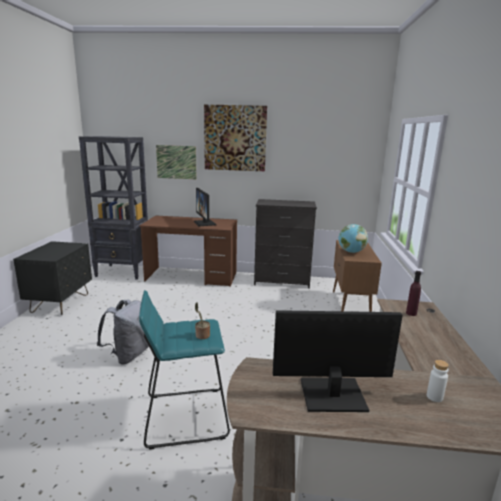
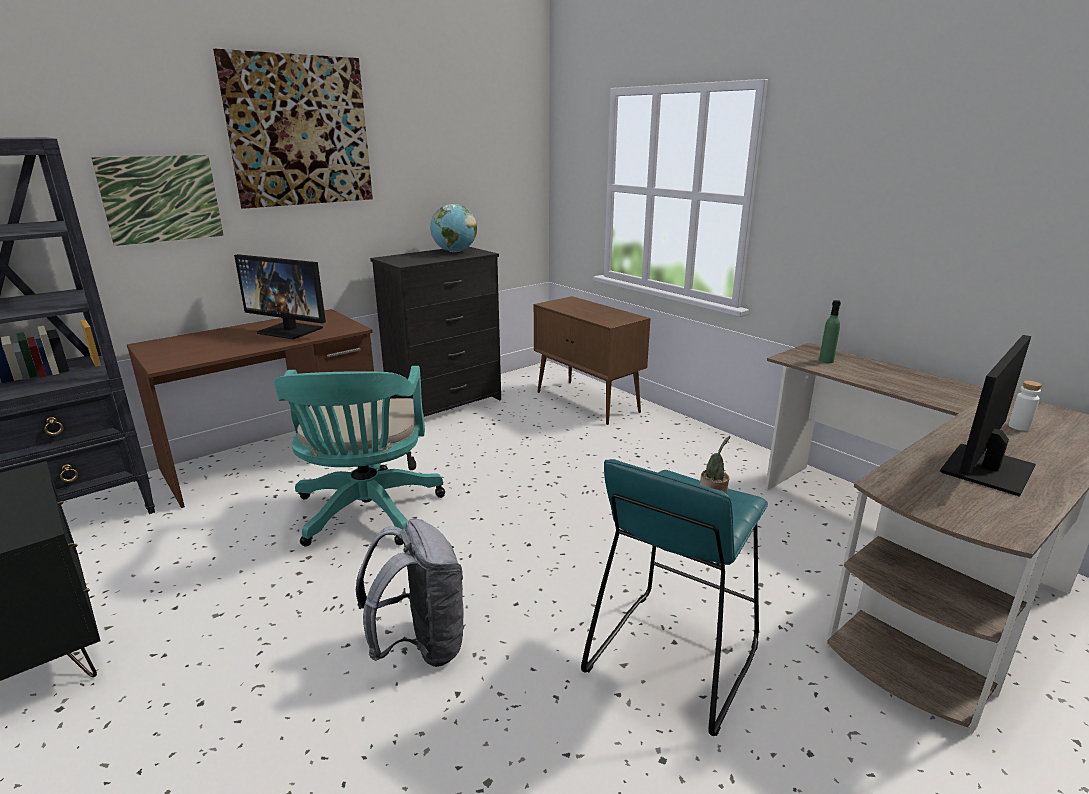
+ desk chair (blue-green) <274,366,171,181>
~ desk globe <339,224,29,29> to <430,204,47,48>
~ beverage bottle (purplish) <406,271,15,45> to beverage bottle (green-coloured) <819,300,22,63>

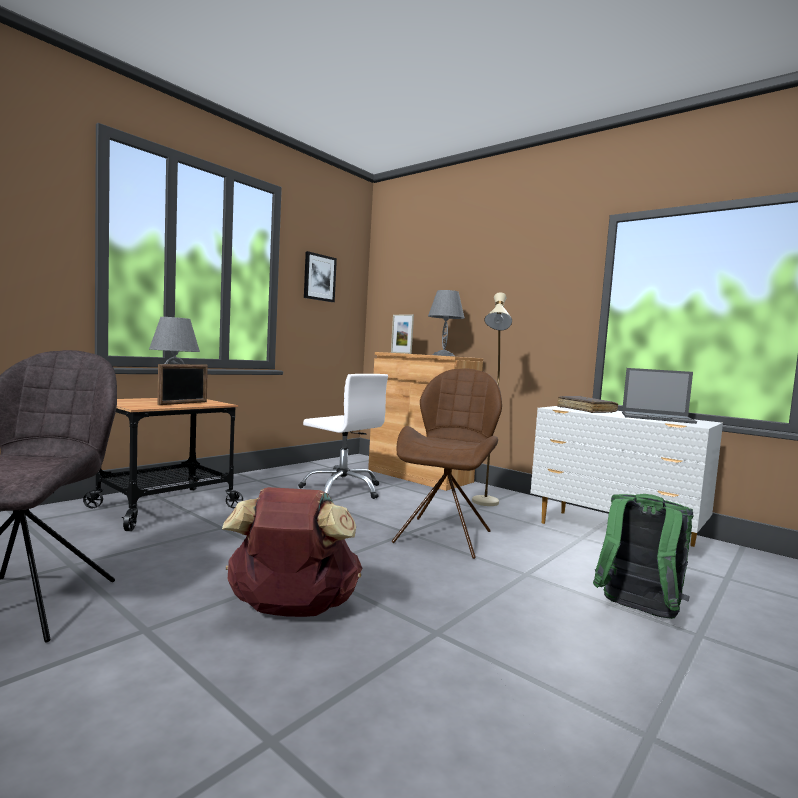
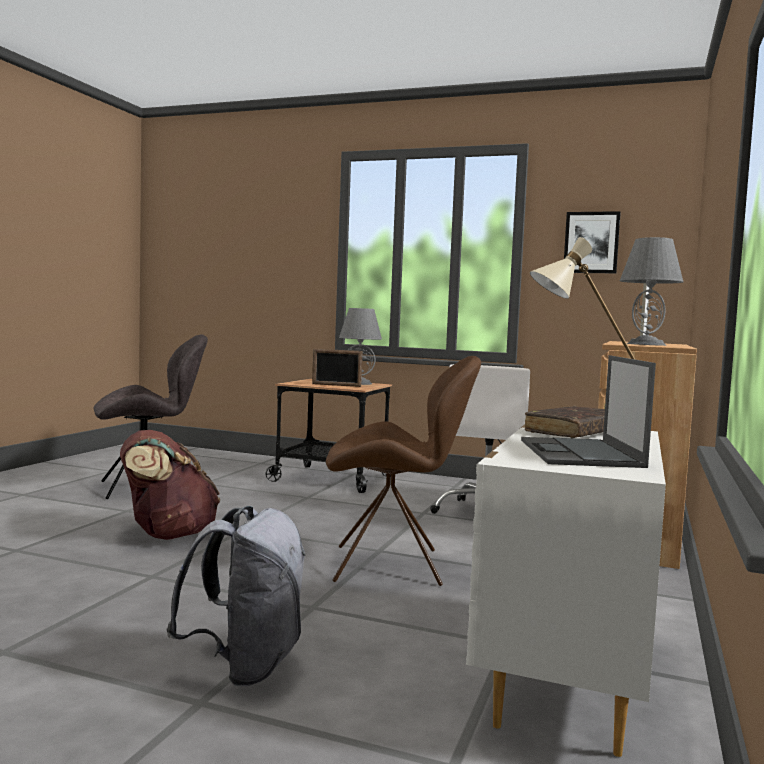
~ backpack (green-coloured) <593,494,101,125> to backpack (greyish) <166,506,139,181>

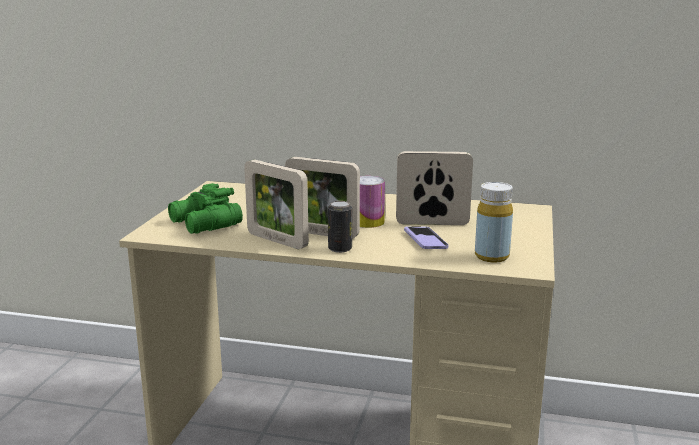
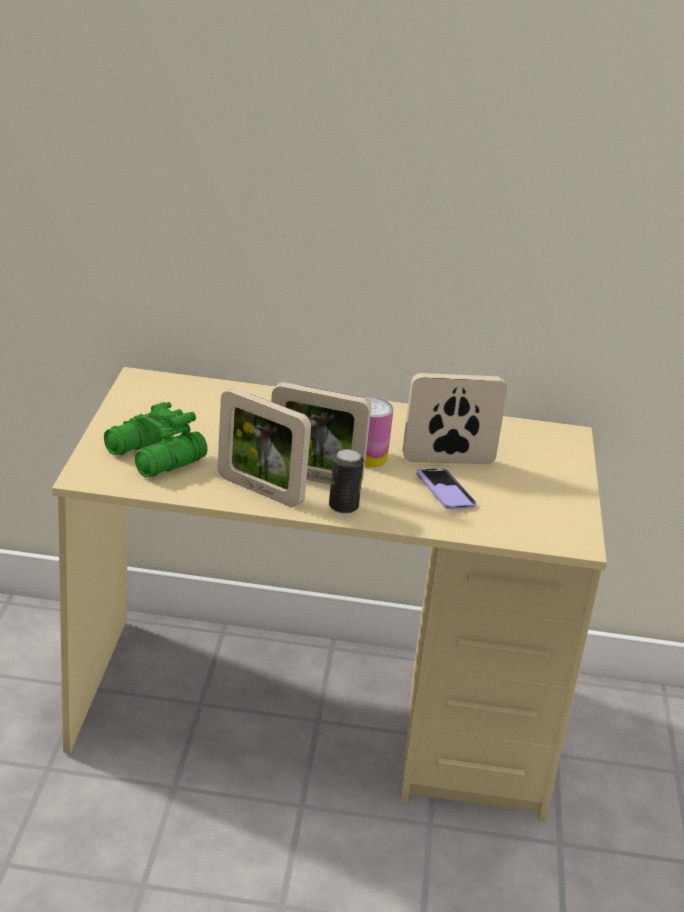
- beverage bottle (yellowish) <475,182,38,81>

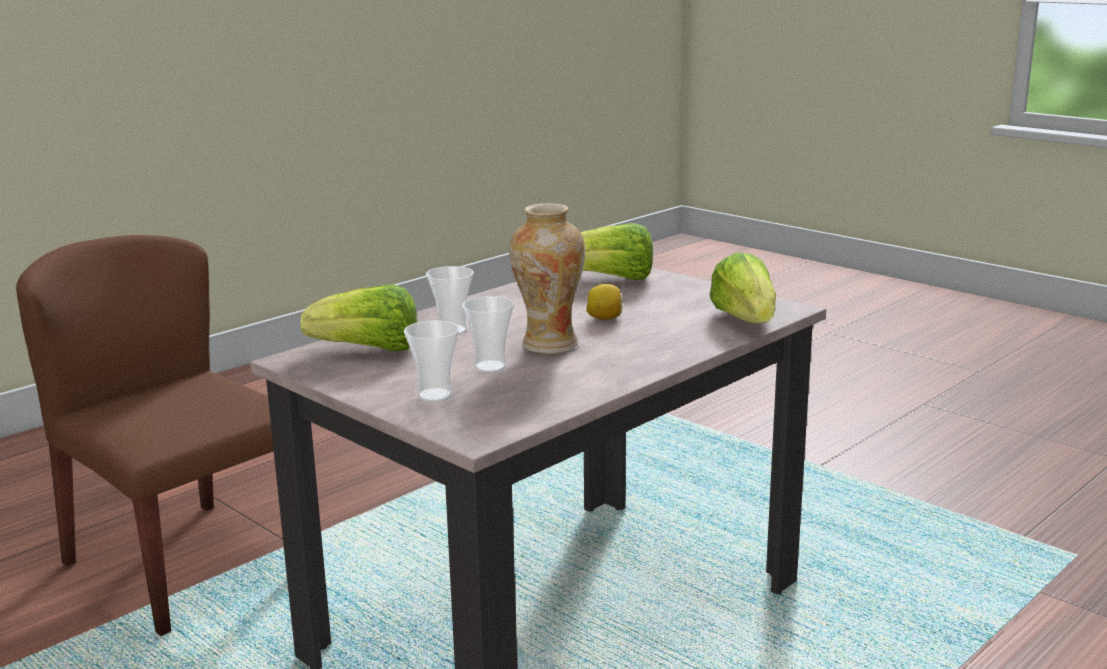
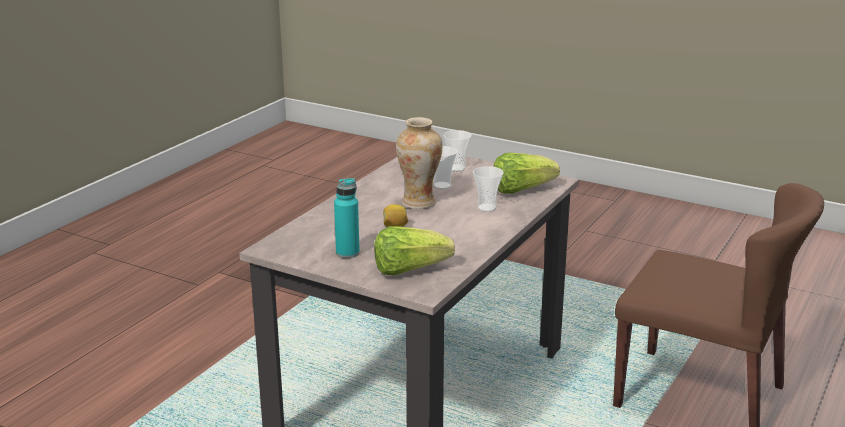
- lettuce <710,252,66,71>
+ beverage bottle (blue-green) <334,178,26,80>

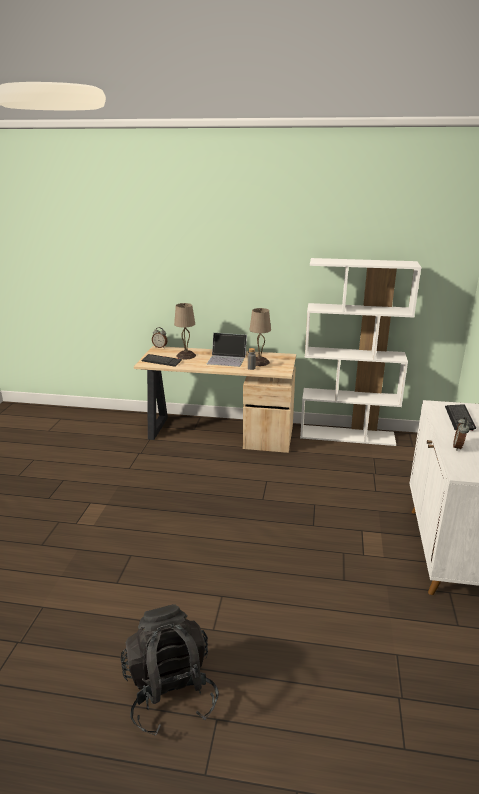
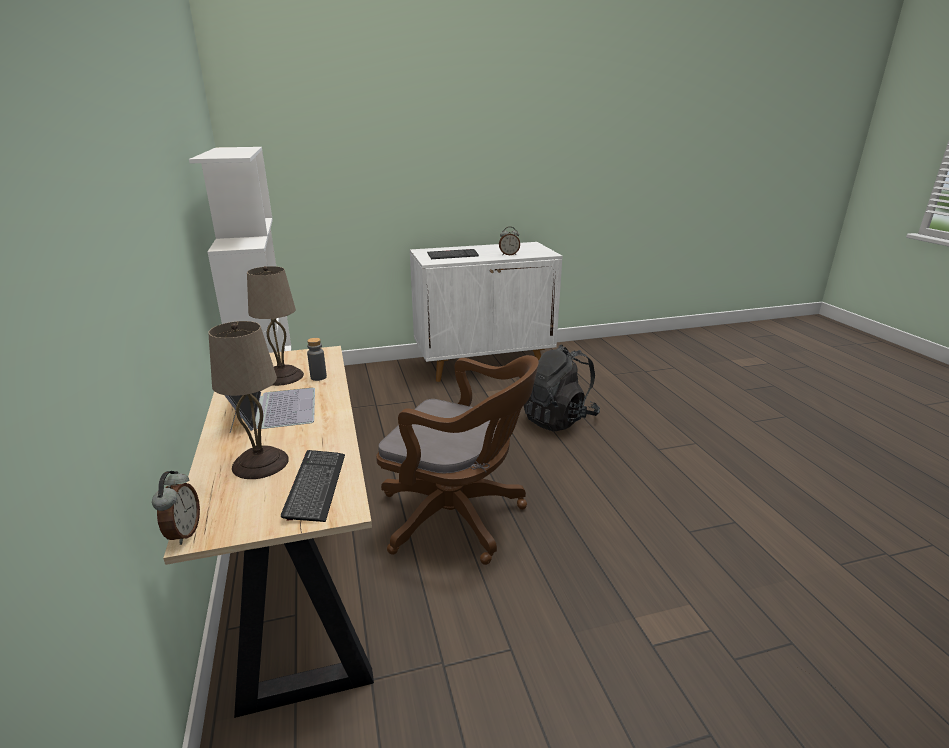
+ desk chair (brown) <376,355,163,210>
~ backpack (black-coloured) <121,604,98,132> to <524,345,76,86>

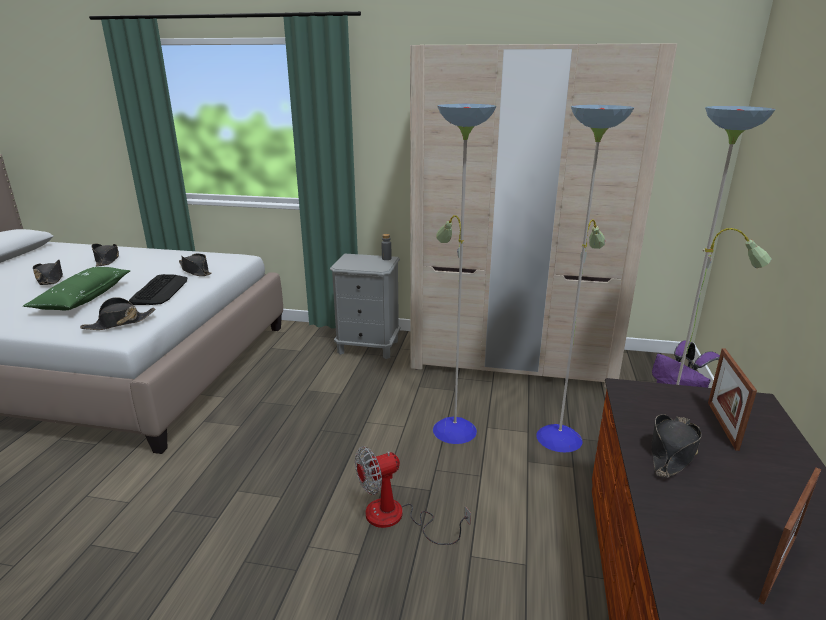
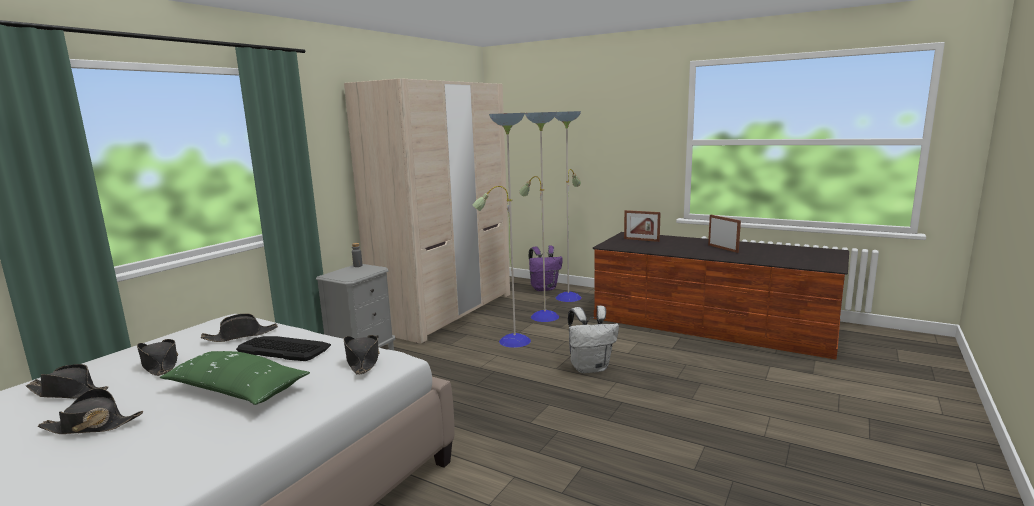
~ wearable hat (black-coloured) <651,414,51,64> to <137,339,41,37>
~ fan <355,446,116,99> to backpack (whitish) <568,305,51,69>

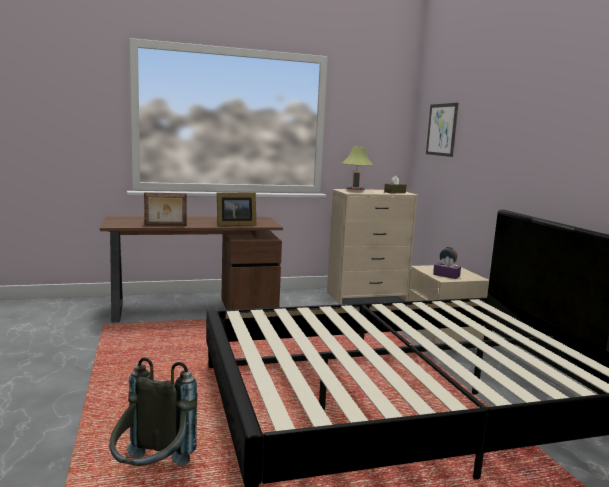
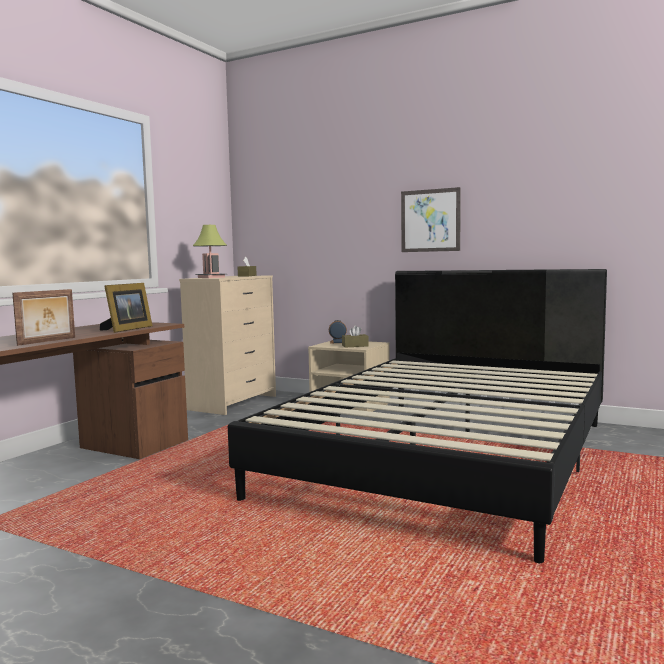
- backpack (greyish) <109,357,88,109>
~ wall picture <426,103,32,54> to <401,187,60,65>
~ tissue holder (purplish) <433,256,28,23> to tissue holder (brown) <342,326,27,22>

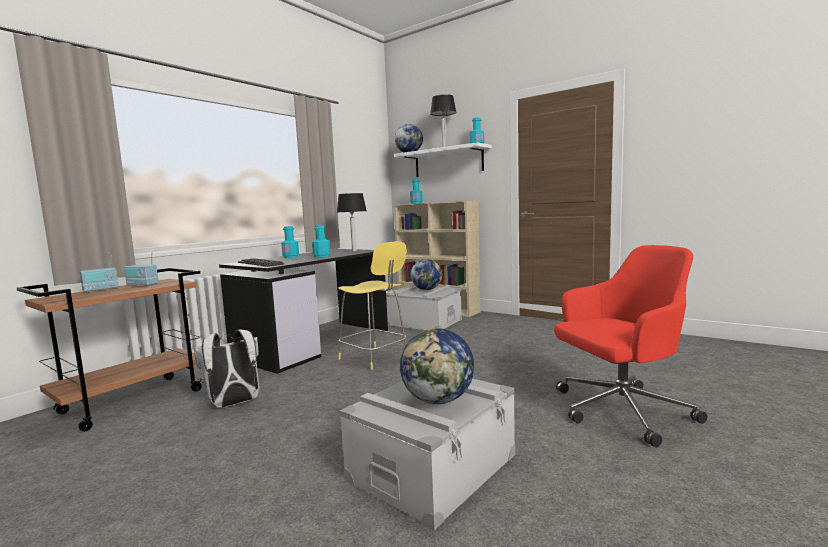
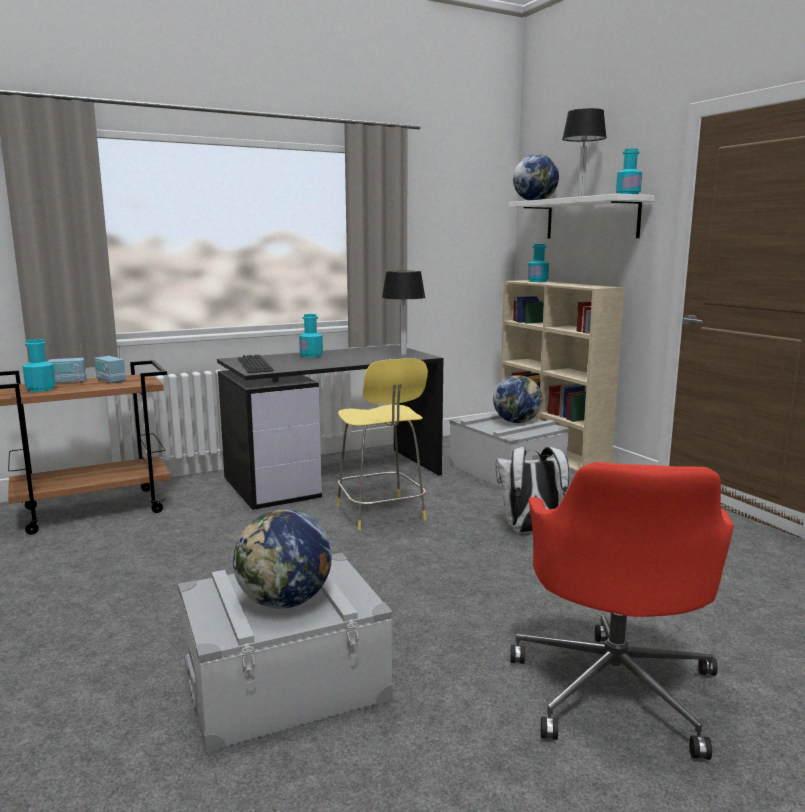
~ backpack (whitish) <194,330,65,78> to <496,447,73,86>
~ beverage bottle (blue-green) <312,225,19,32> to <23,339,33,53>
~ desk chair (red) <554,245,153,202> = <510,462,224,298> 90 degrees clockwise

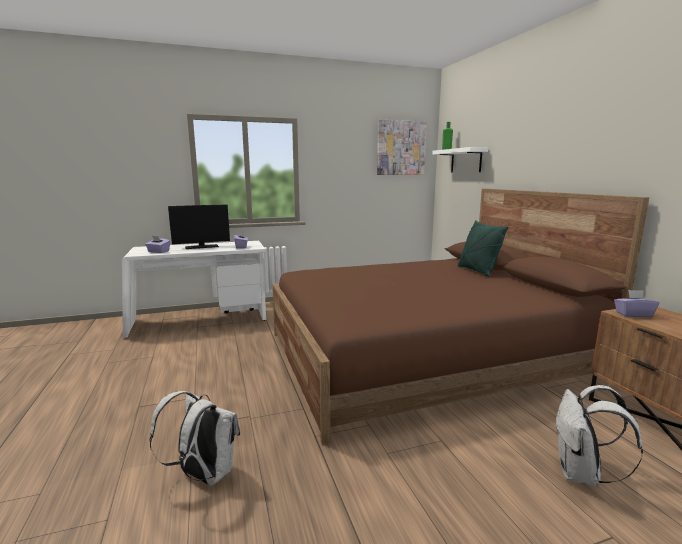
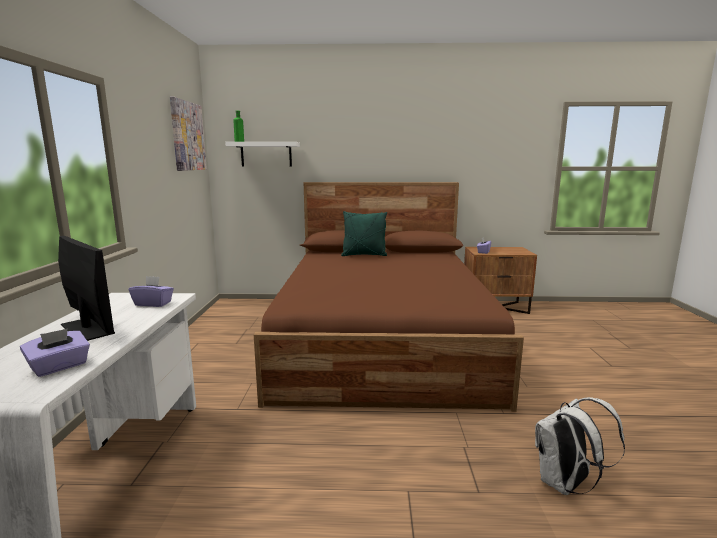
- backpack (whitish) <556,385,87,102>
~ computer display <168,205,62,44> = <58,236,57,105> 45 degrees counterclockwise

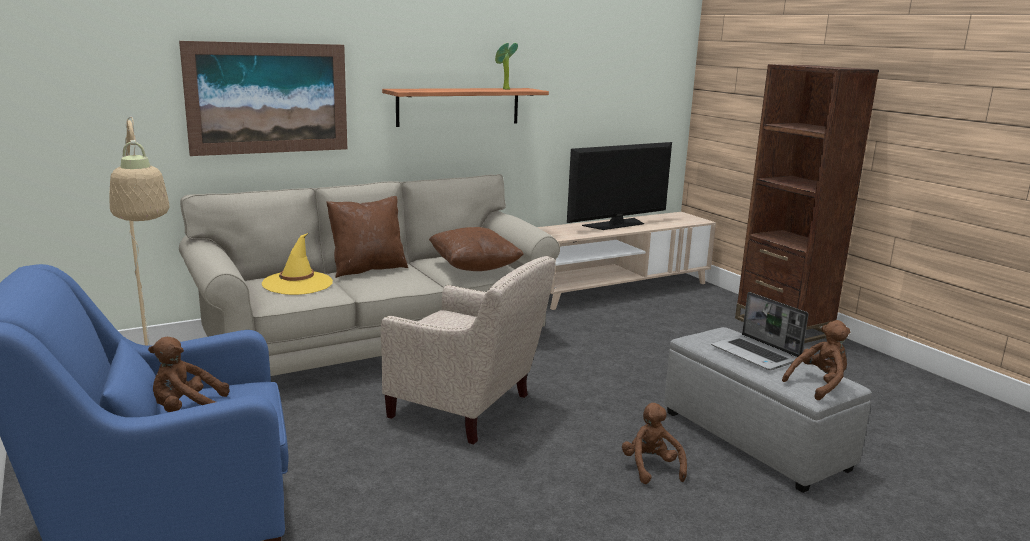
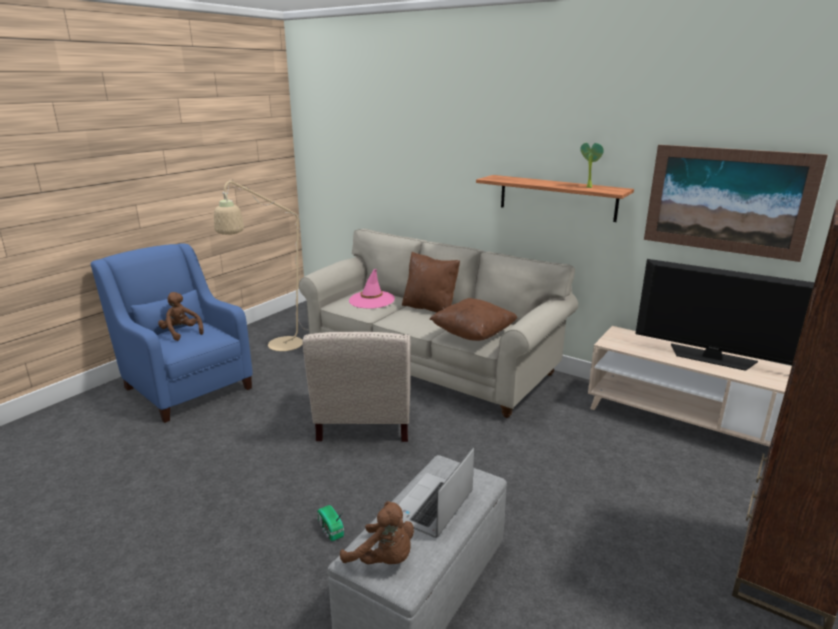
~ wall picture <179,41,168,115> to <644,145,184,117>
~ cuddly toy (brown) <622,403,65,81> to radio <317,505,27,36>
~ wearable hat (yellowish) <262,233,71,62> to wearable hat (pinkish) <349,269,46,40>

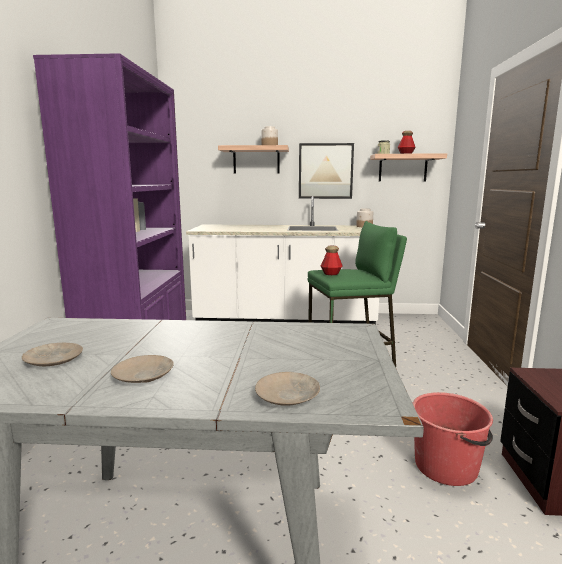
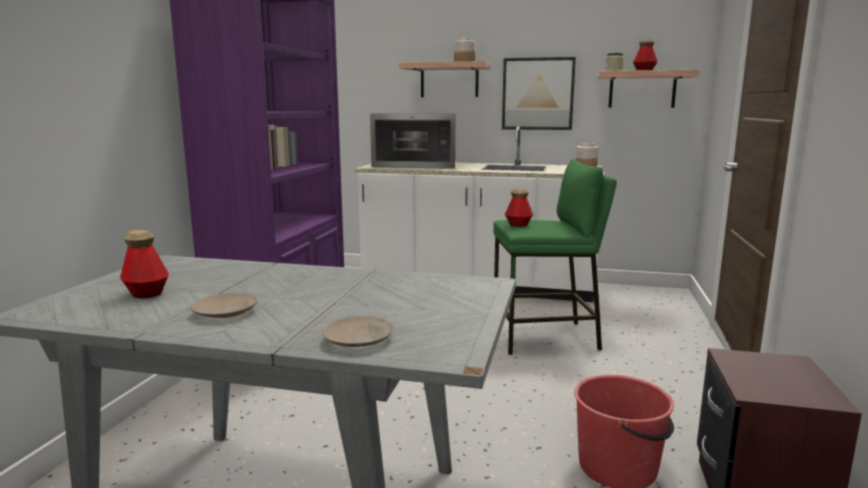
+ microwave oven <370,114,85,55>
~ flat dish (beige-coloured) <22,343,61,23> to beverage bottle <120,230,49,68>

